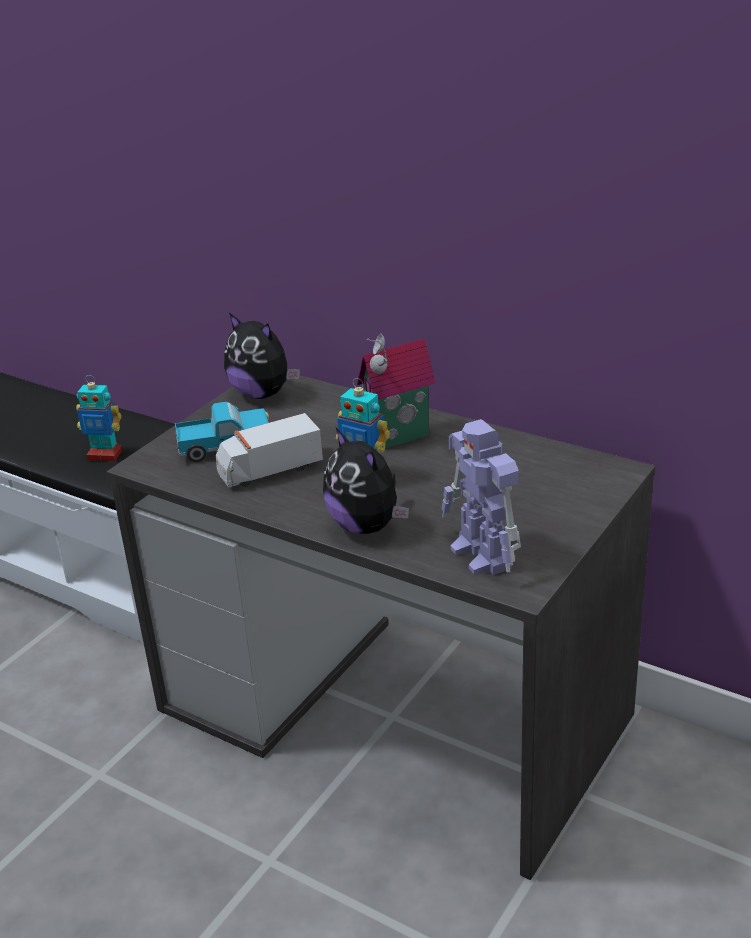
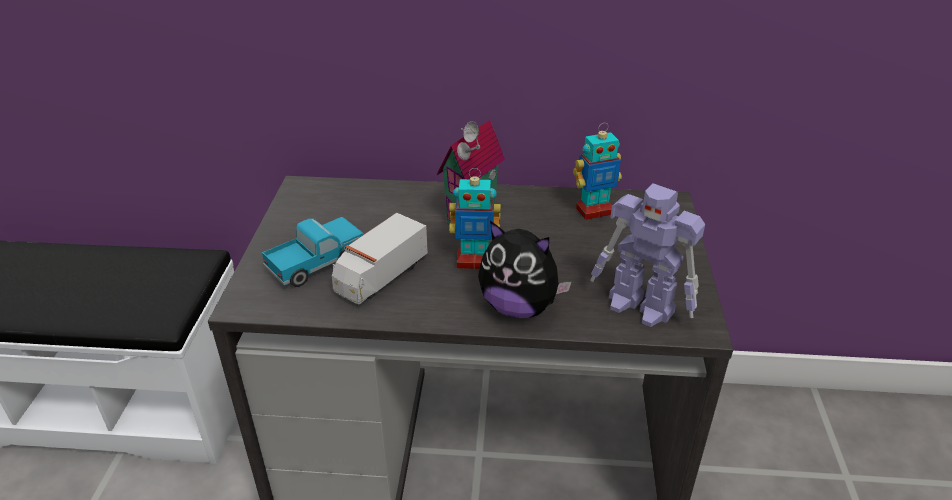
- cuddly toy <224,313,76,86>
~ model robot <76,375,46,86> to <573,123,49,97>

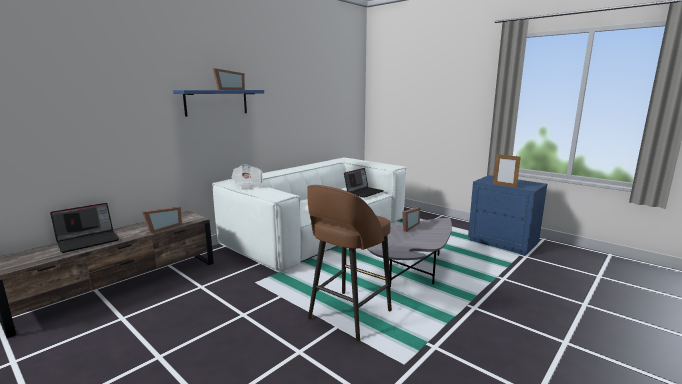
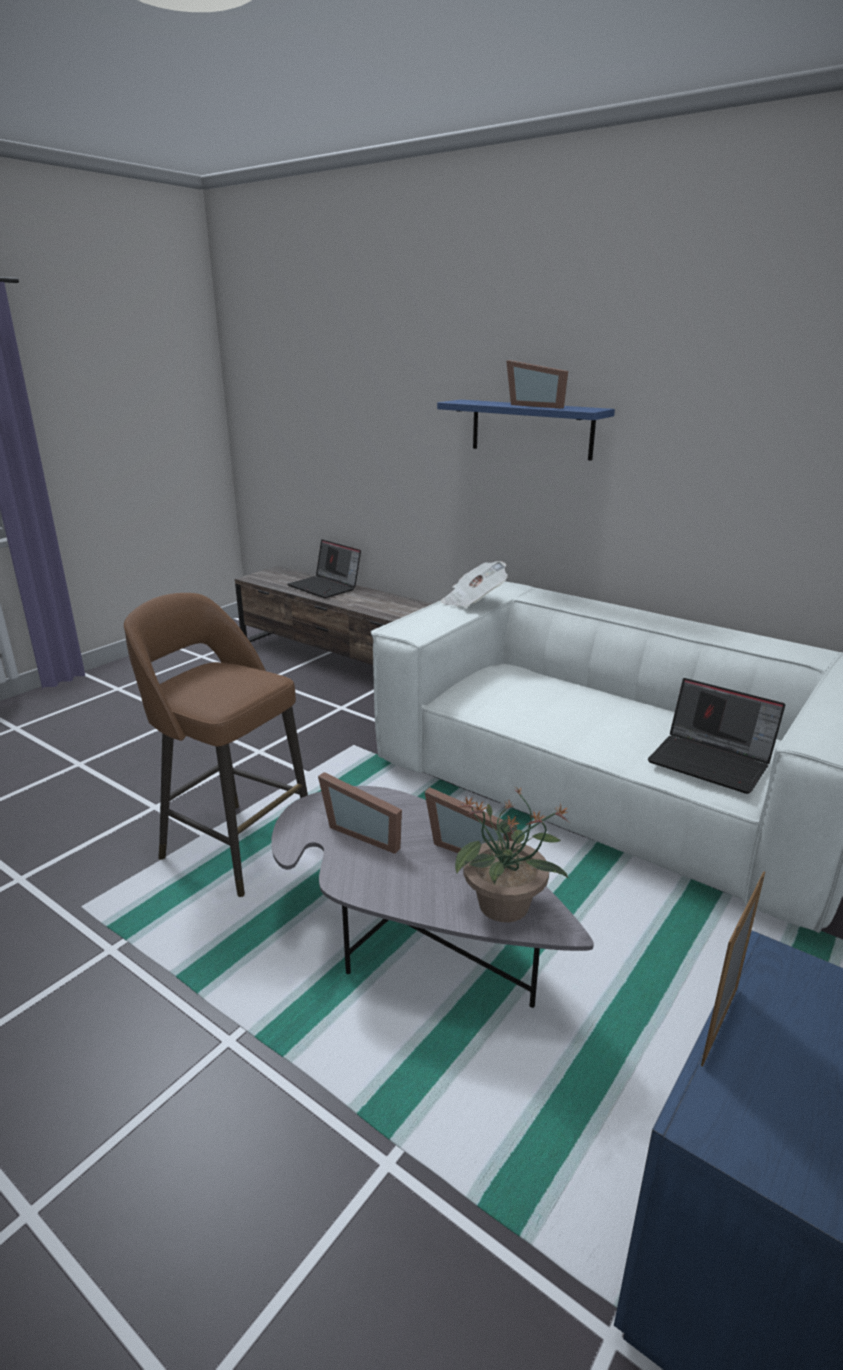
+ potted plant <455,787,114,135>
~ photo frame <142,207,40,26> to <318,772,84,82>

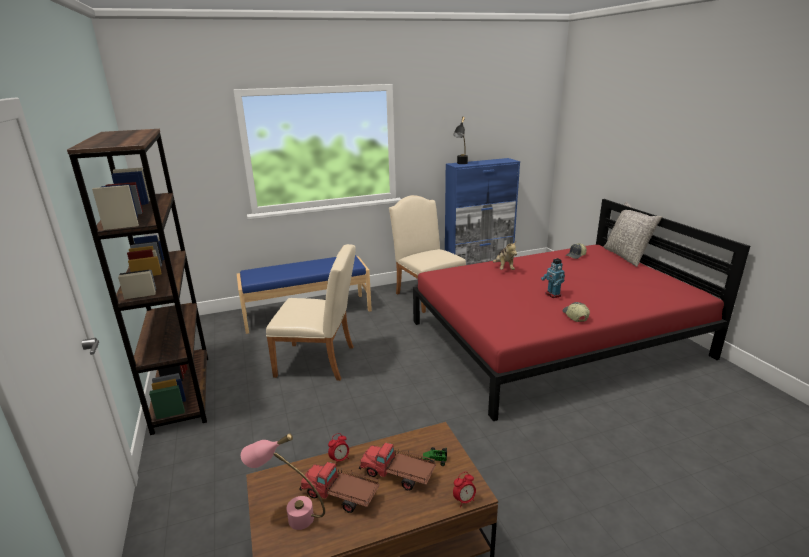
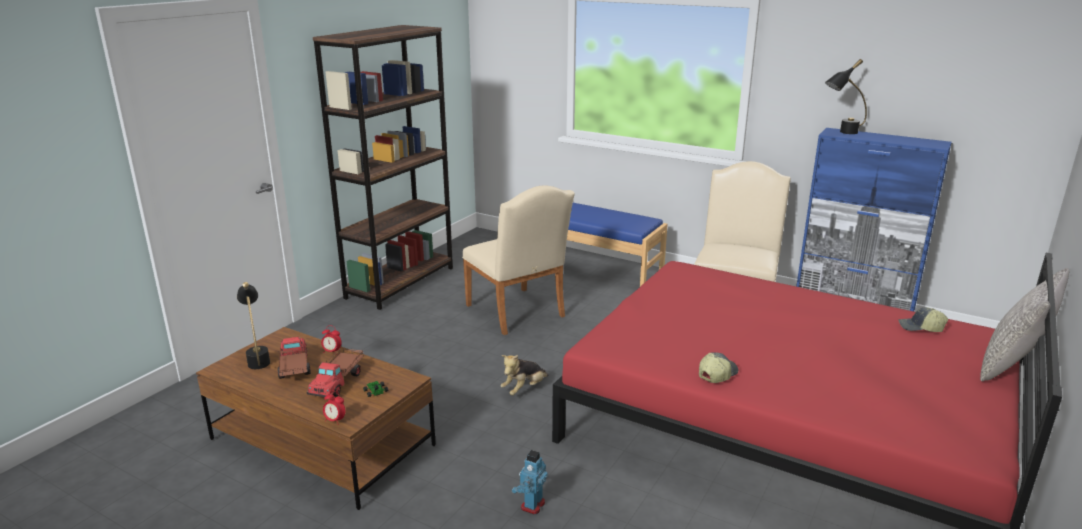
~ cuddly toy <493,241,24,29> to <501,355,48,40>
~ model robot <541,258,24,40> to <512,450,36,65>
~ tabletop lamp (pinkish) <241,433,84,97> to tabletop lamp (black-coloured) <237,282,33,87>
~ model truck <359,443,77,48> = <307,348,57,49> 150 degrees counterclockwise

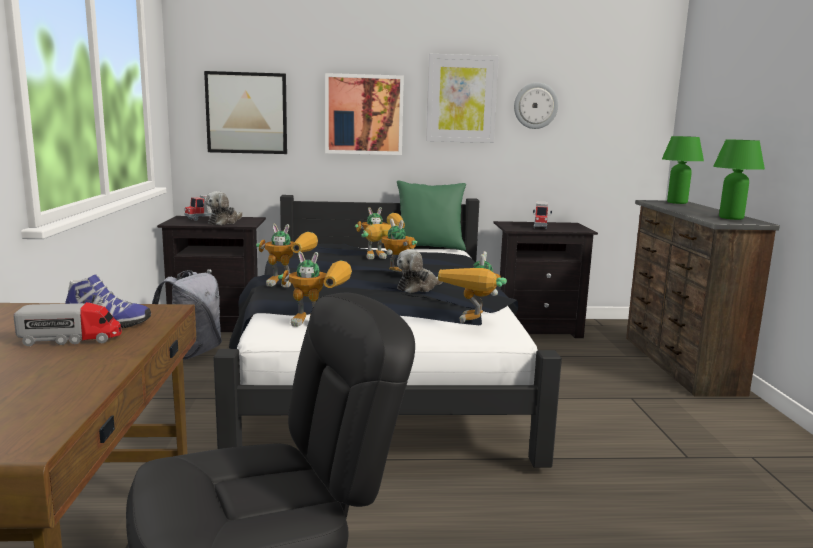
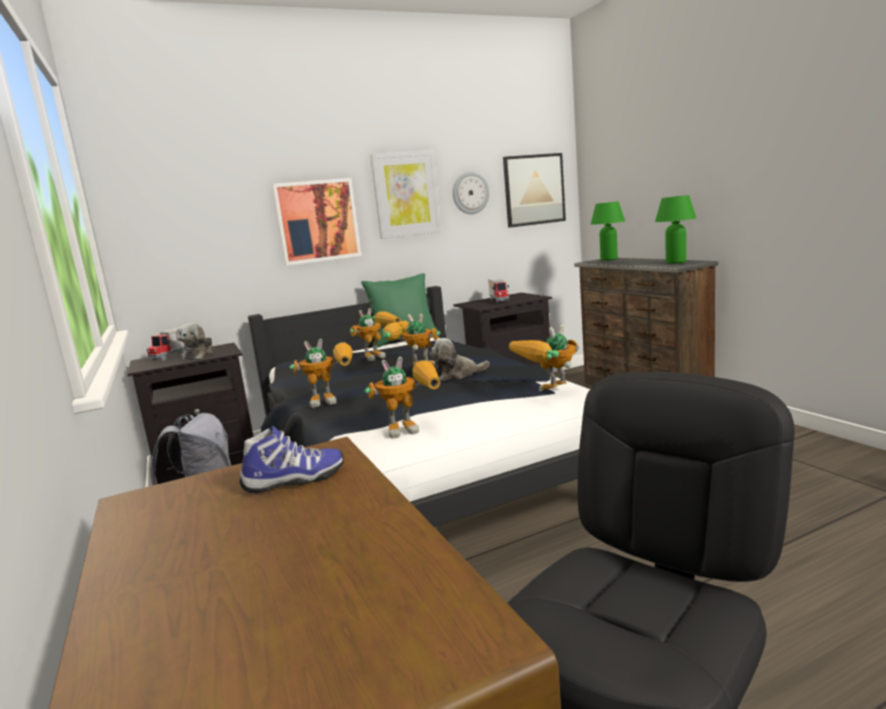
- model truck <14,302,108,44>
~ wall picture <204,71,83,83> to <503,153,63,75>
~ cuddly toy <397,249,46,44> = <429,338,60,43> 45 degrees clockwise
~ model robot <438,251,69,72> = <509,324,70,68> 60 degrees clockwise

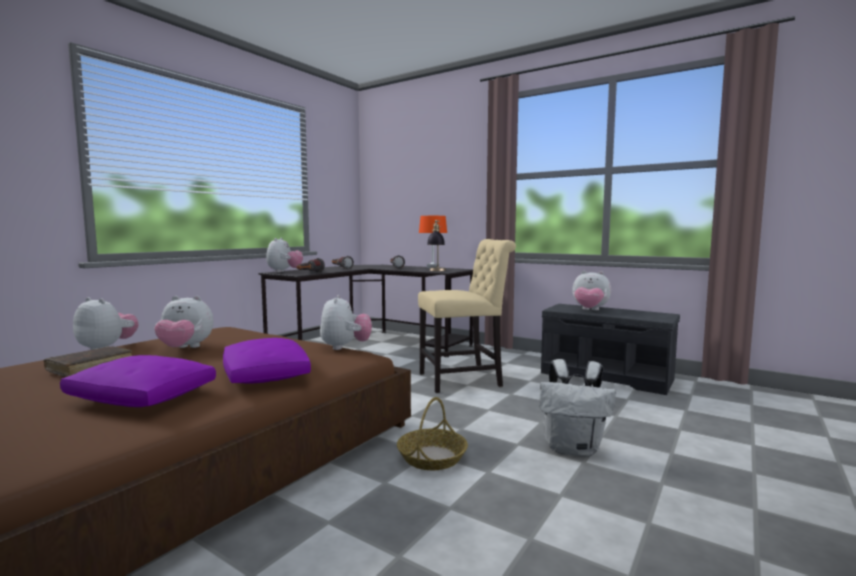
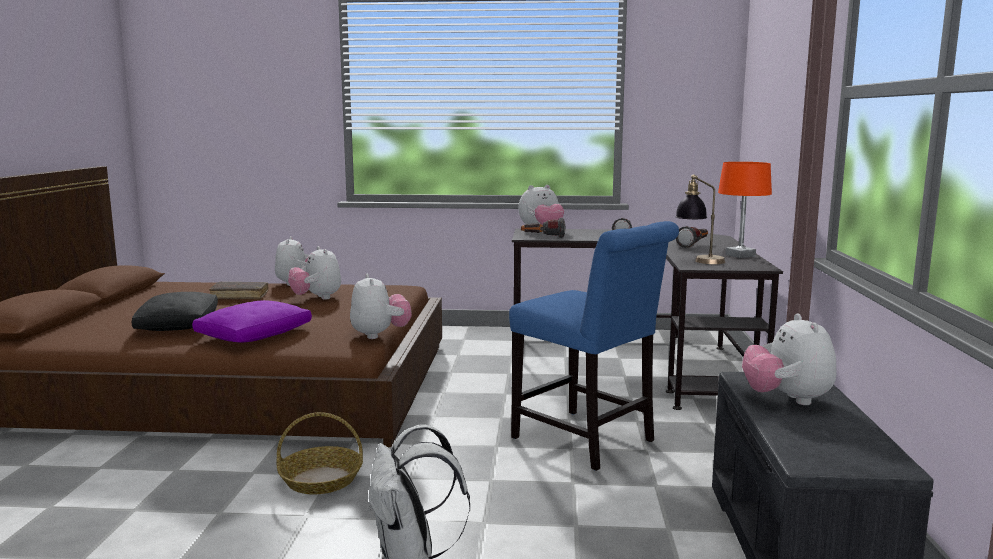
~ pillow (purplish) <60,355,156,52> to pillow (black-coloured) <132,292,86,39>
~ chair (beige-coloured) <418,239,98,154> to chair (bluish) <509,221,170,250>
~ cuddly toy <320,295,52,55> = <350,274,62,65> 75 degrees counterclockwise

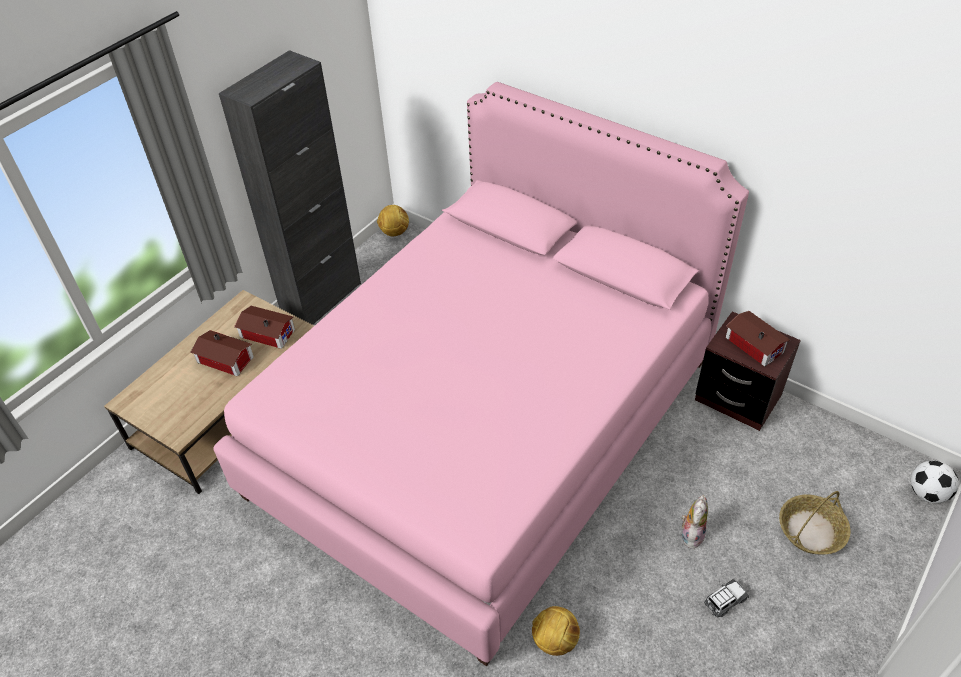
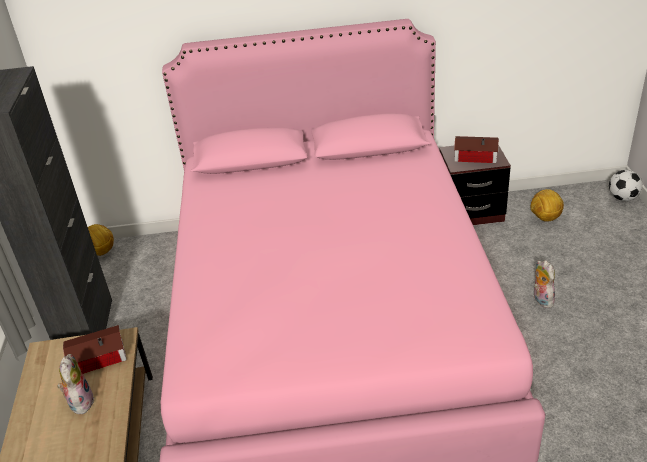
- toy car <704,579,45,38>
- household basket <779,491,72,63>
~ football ball <532,606,48,50> to <530,189,34,33>
~ miniature house <190,330,64,47> to cuddly toy <58,354,37,60>

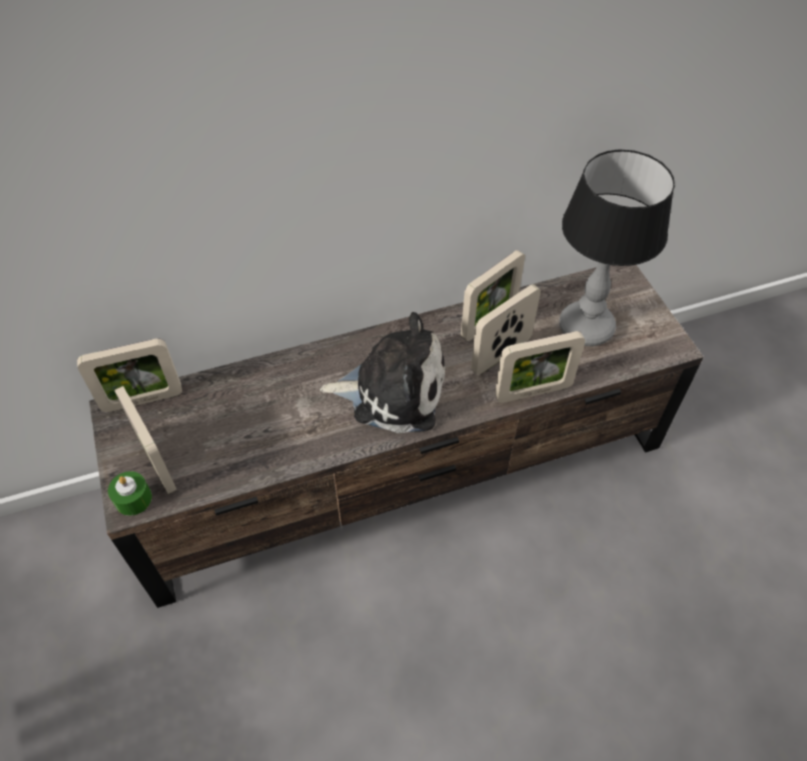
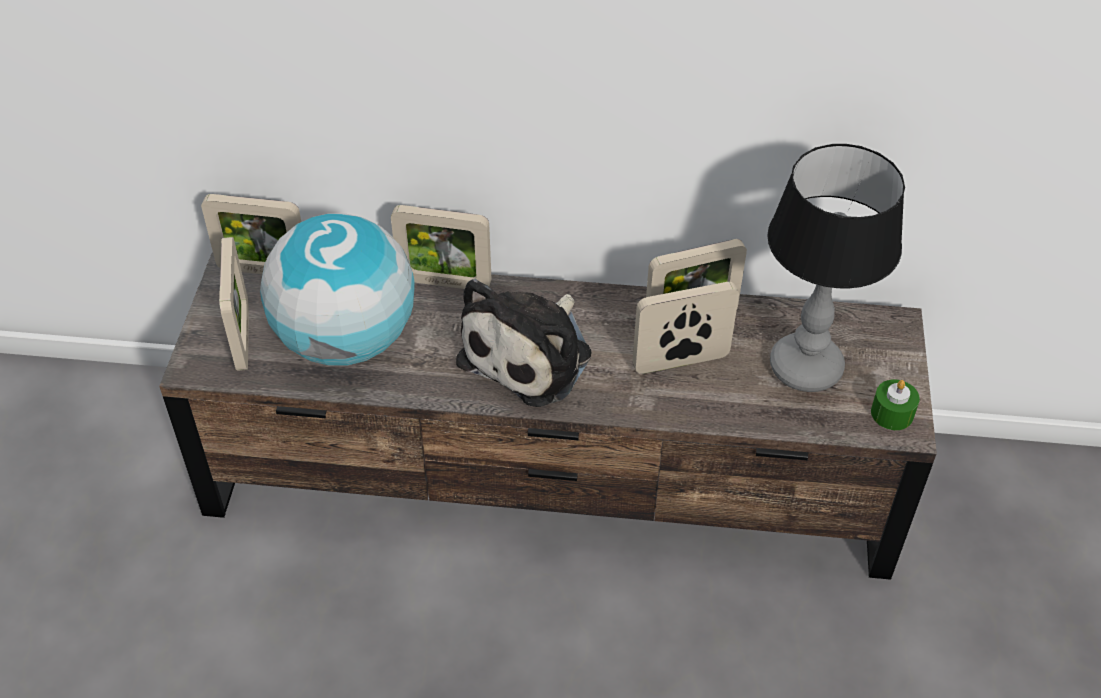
+ desk globe <260,213,154,153>
~ candle (green-coloured) <108,471,44,45> to <871,379,49,51>
~ photo frame <495,331,90,72> to <391,205,100,84>
~ cuddly toy <320,312,125,121> = <456,279,136,128> 90 degrees clockwise

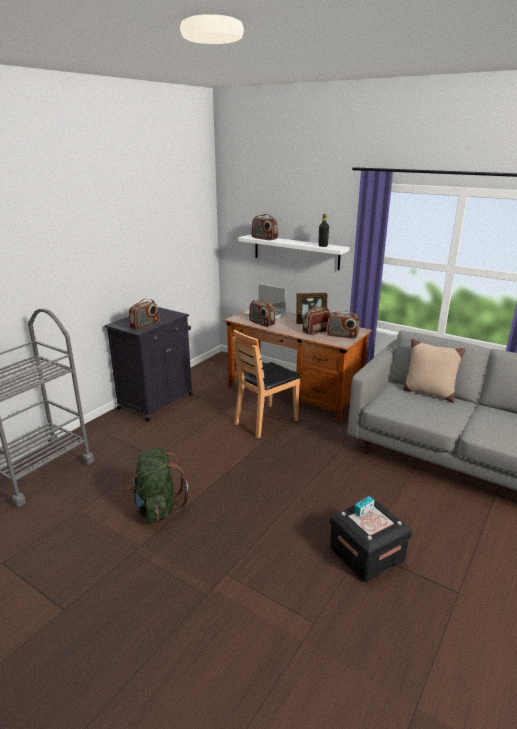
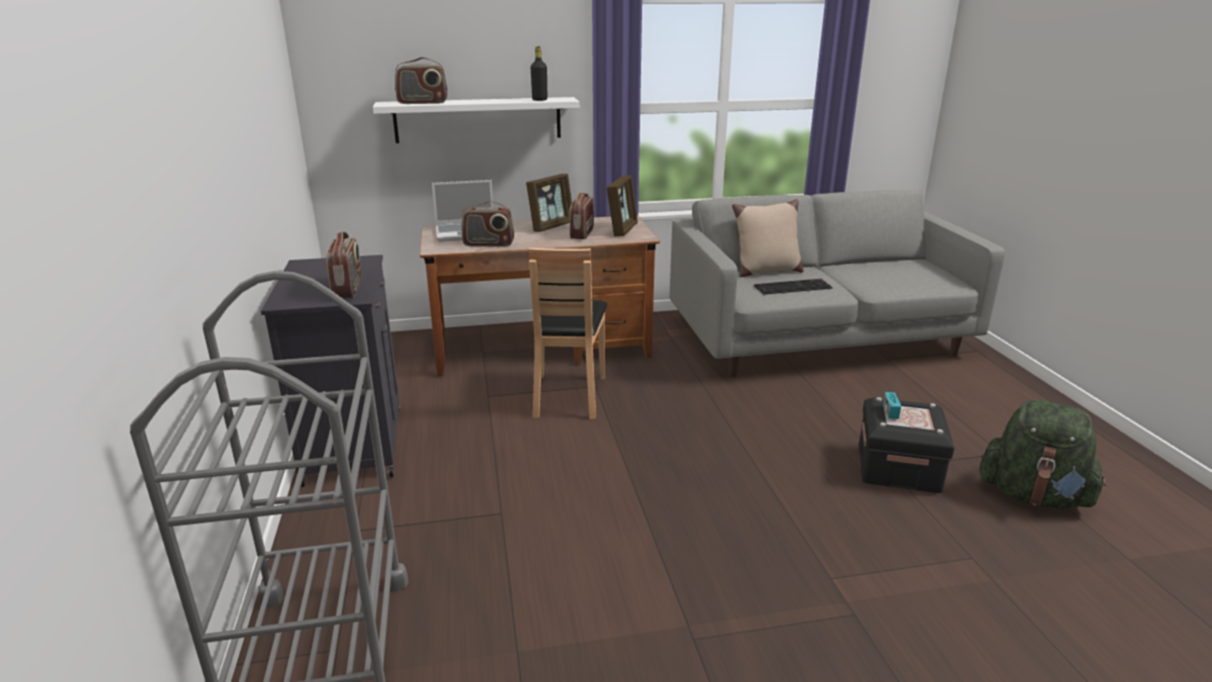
+ PC keyboard <754,279,79,16>
~ backpack (green-coloured) <127,448,61,75> to <979,399,127,110>
~ radio <327,311,32,28> to photo frame <606,175,32,61>

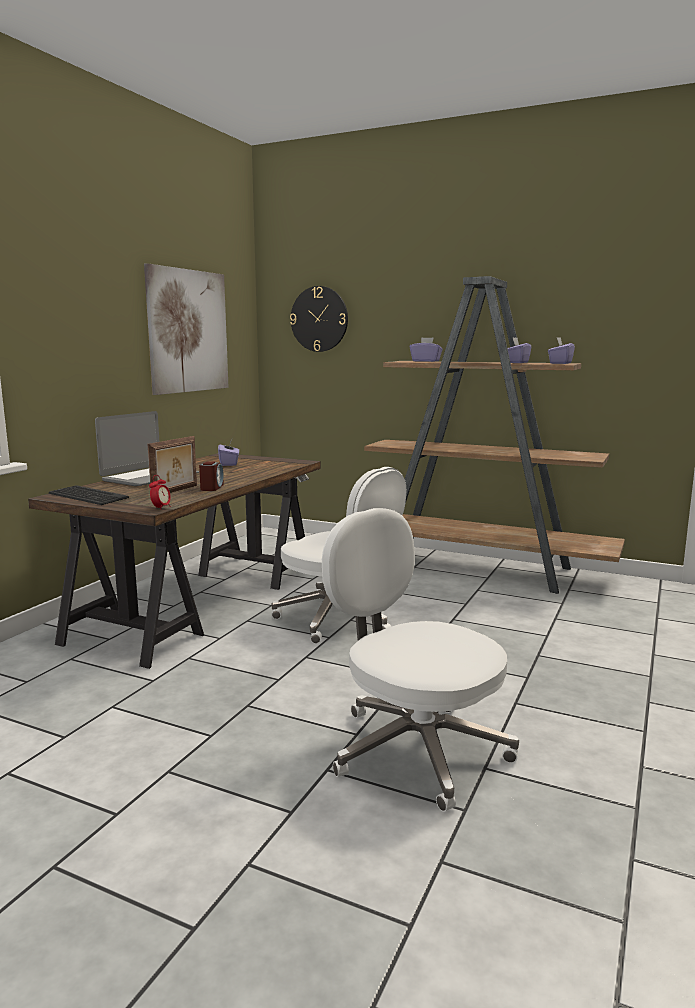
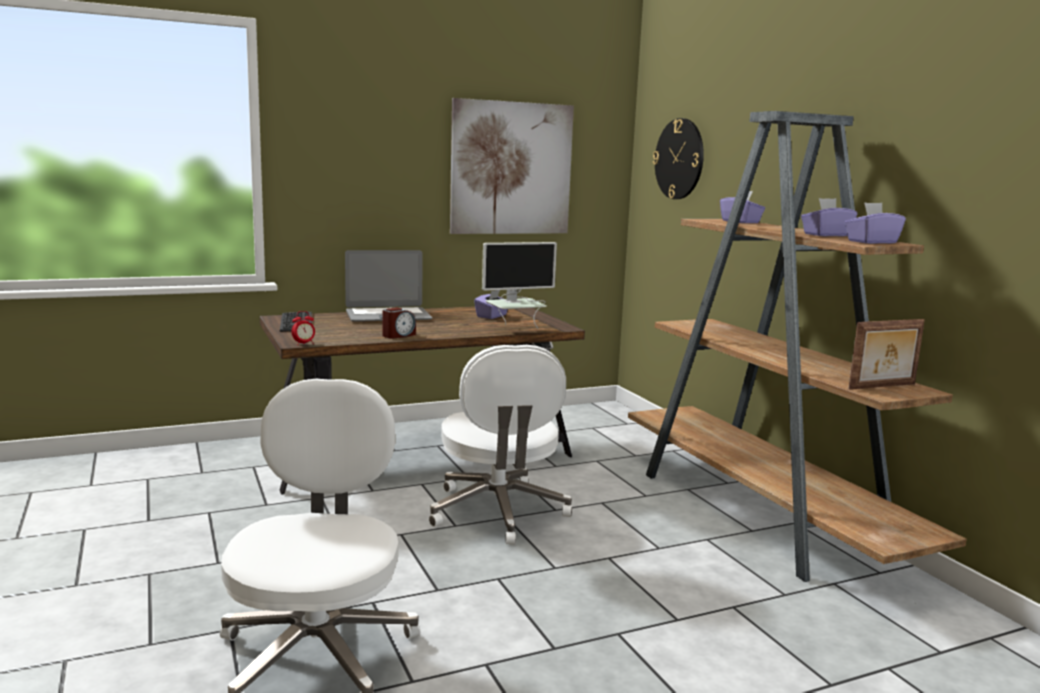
+ computer display <482,242,75,87>
~ photo frame <148,436,49,57> to <848,319,77,71>

